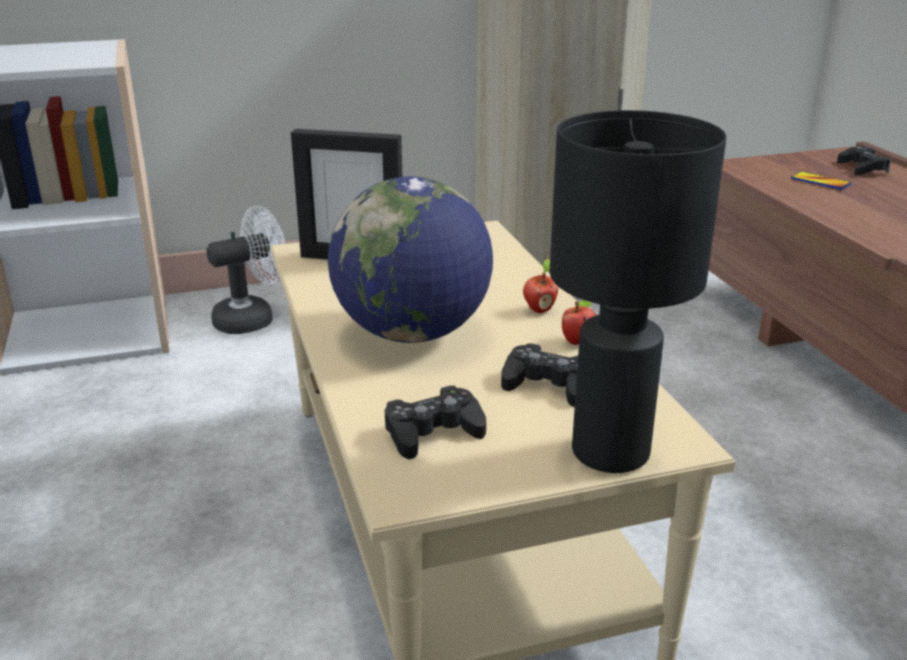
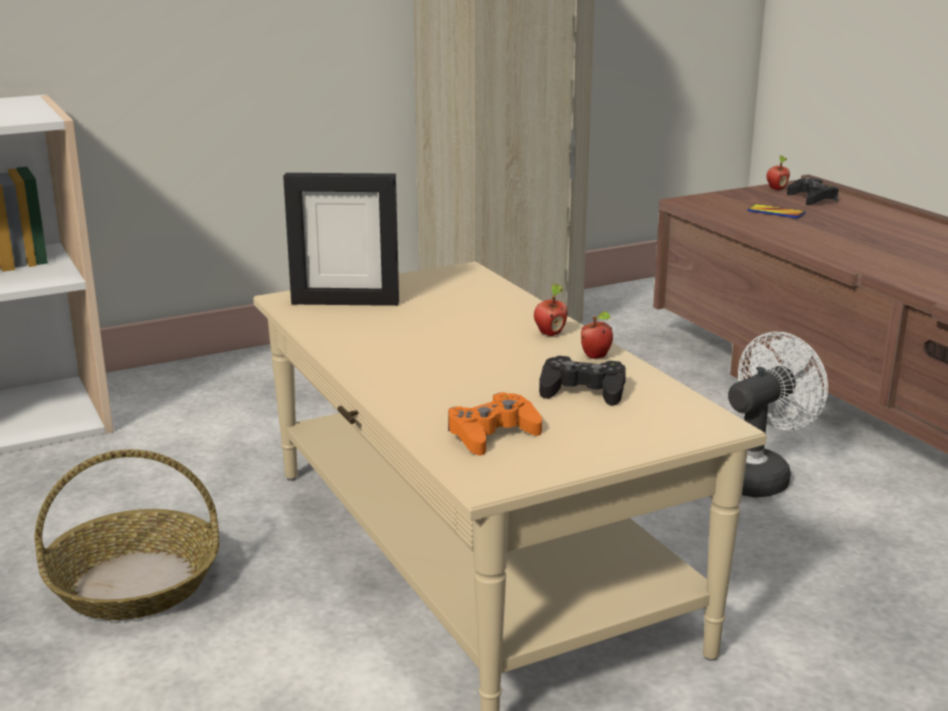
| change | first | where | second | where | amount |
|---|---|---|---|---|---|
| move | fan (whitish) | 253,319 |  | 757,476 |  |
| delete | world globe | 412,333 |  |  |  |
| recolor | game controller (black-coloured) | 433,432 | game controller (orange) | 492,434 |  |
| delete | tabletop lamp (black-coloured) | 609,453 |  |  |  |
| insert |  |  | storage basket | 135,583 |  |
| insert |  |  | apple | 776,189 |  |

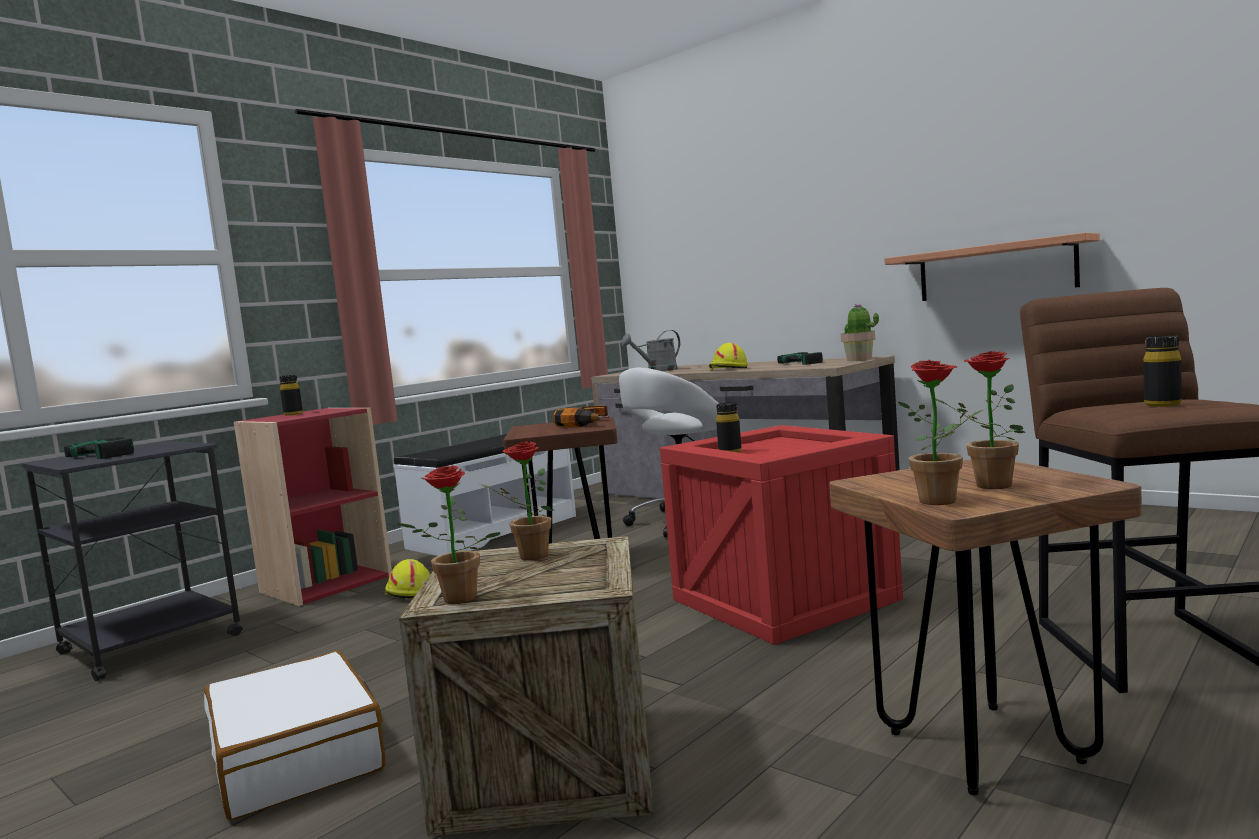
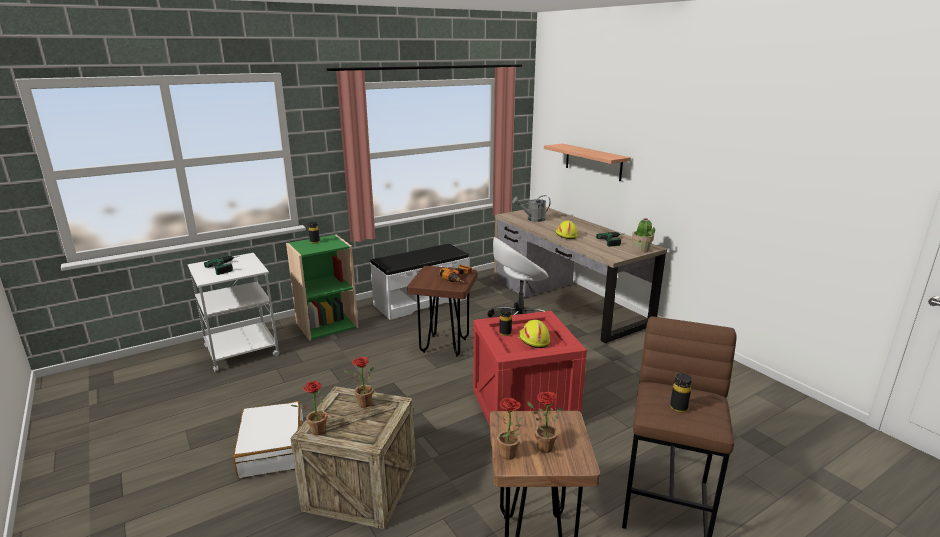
| change | first | where | second | where | amount |
|---|---|---|---|---|---|
| recolor | cart (black-coloured) | 153,642 | cart (whitish) | 242,350 |  |
| recolor | bookcase (red) | 327,583 | bookcase (greenish) | 327,325 |  |
| move | safety helmet (yellowish) | 408,593 |  | 533,340 |  |
| move | shelf | 995,270 |  | 593,162 |  |

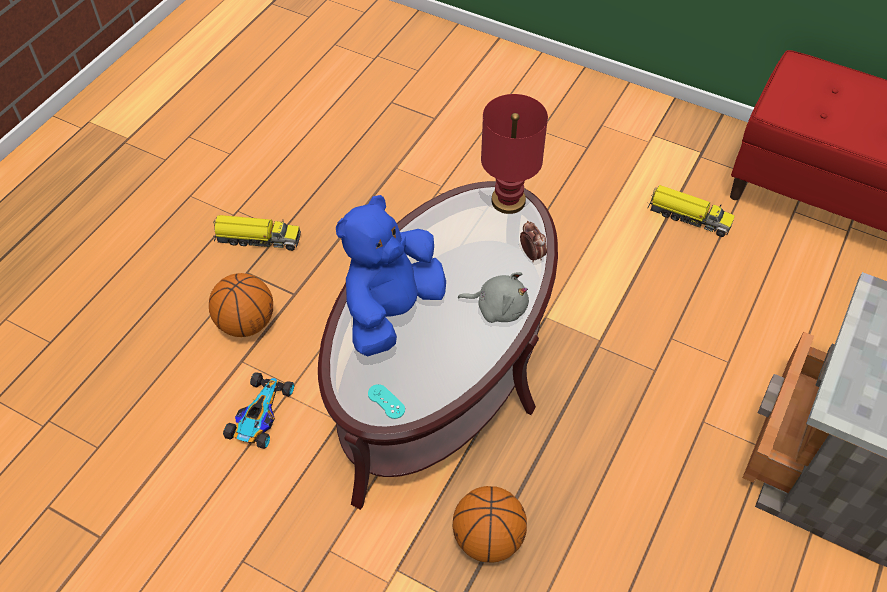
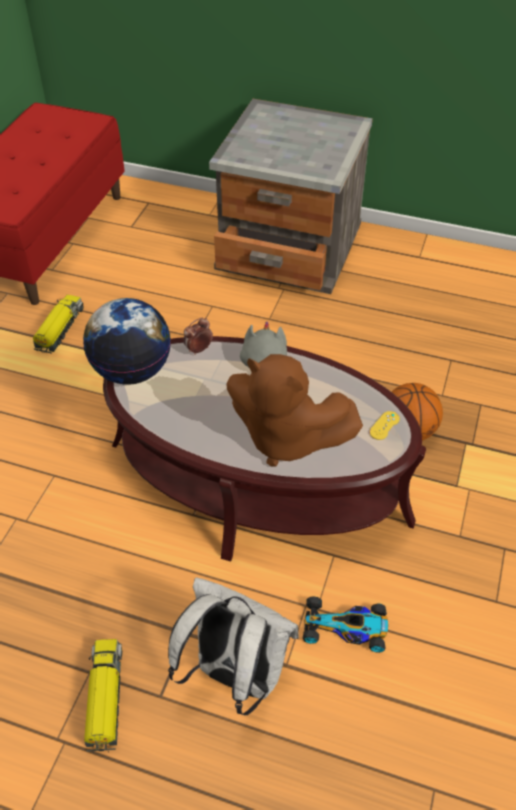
| change | first | where | second | where | amount |
|---|---|---|---|---|---|
| replace | basketball ball | 246,323 | rucksack (whitish) | 235,674 |  |
| recolor | cuddly toy (bluish) | 391,311 | cuddly toy (brown) | 286,438 |  |
| recolor | game controller (blue-green) | 386,401 | game controller (yellowish) | 384,425 |  |
| replace | tabletop lamp (red) | 509,200 | world globe | 132,371 |  |

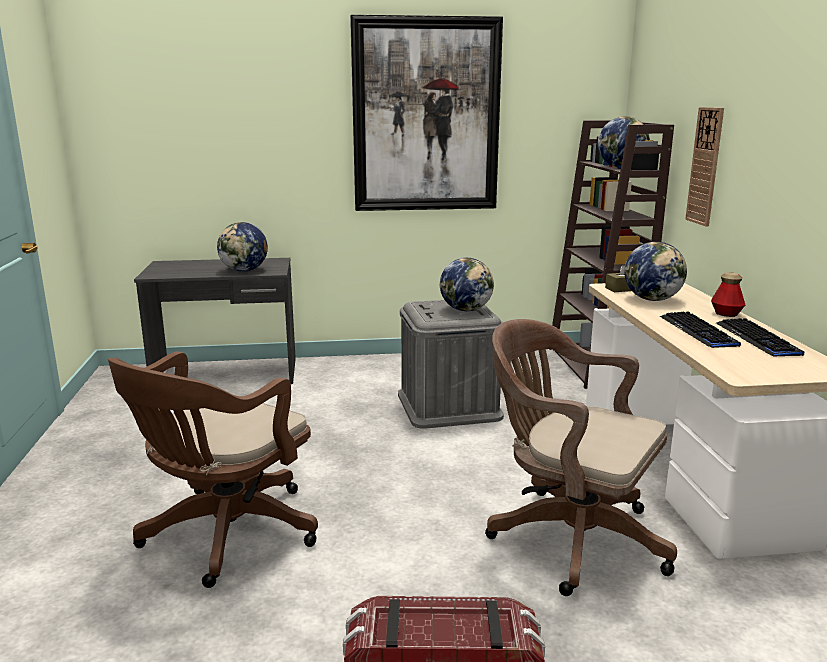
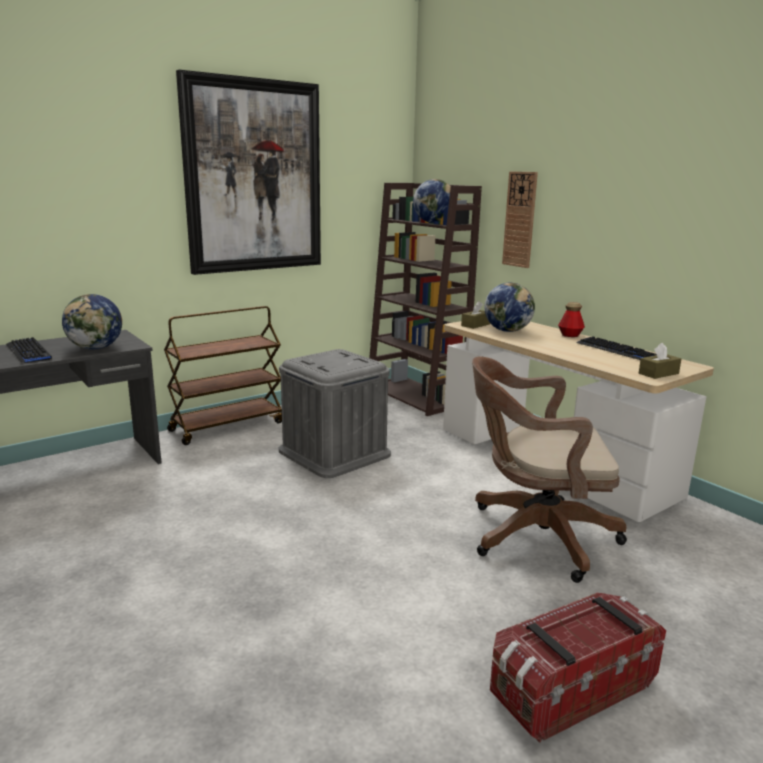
| change | first | where | second | where | amount |
|---|---|---|---|---|---|
| delete | office chair (brown) | 224,535 |  |  |  |
| delete | world globe | 466,310 |  |  |  |
| move | PC keyboard | 698,331 |  | 29,352 |  |
| insert |  |  | cart (brown) | 227,426 |  |
| insert |  |  | box of tissues (brown) | 658,373 |  |

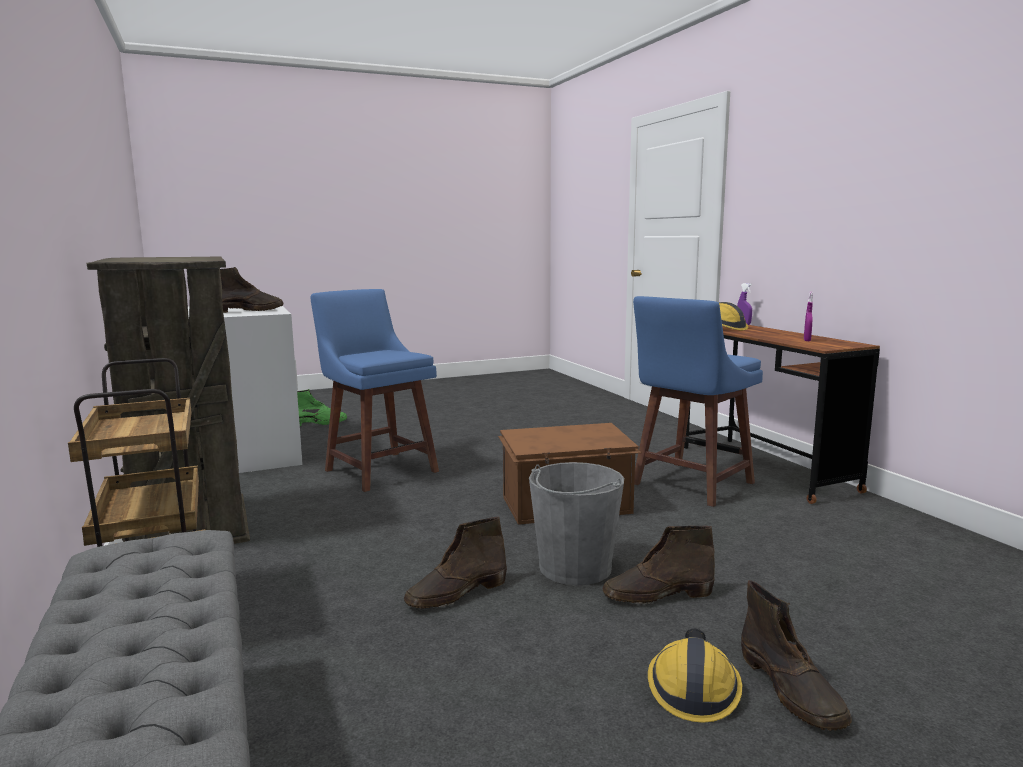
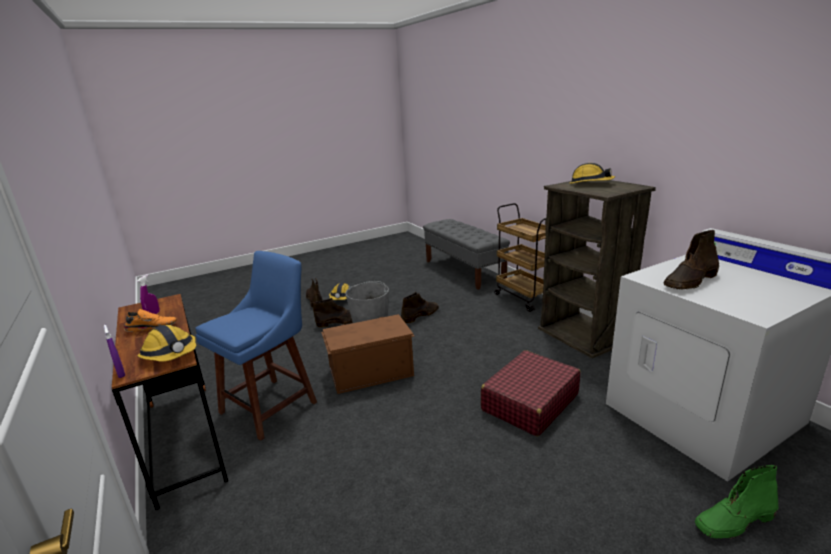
| change | first | where | second | where | amount |
|---|---|---|---|---|---|
| replace | sitting stool (bluish) | 379,469 | travel case (red) | 529,402 |  |
| insert |  |  | low shoe (orange) | 152,327 |  |
| insert |  |  | safety helmet | 590,183 |  |

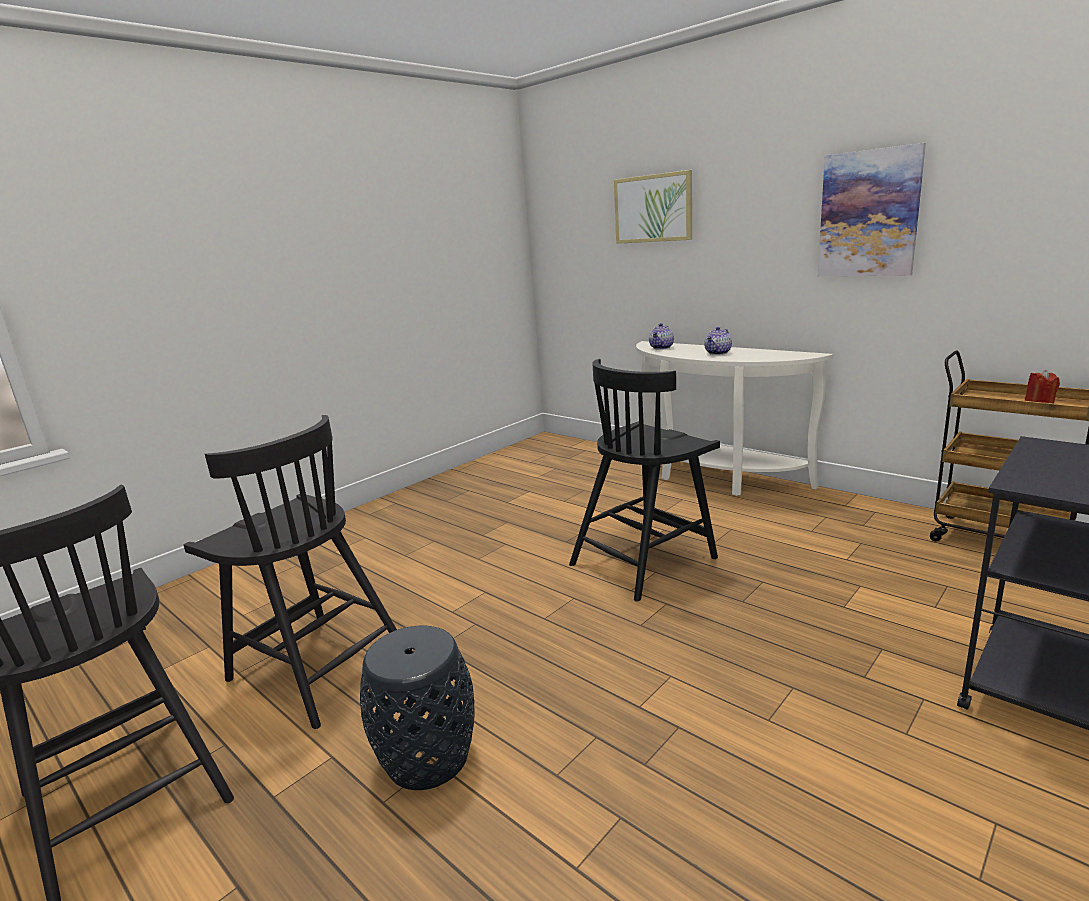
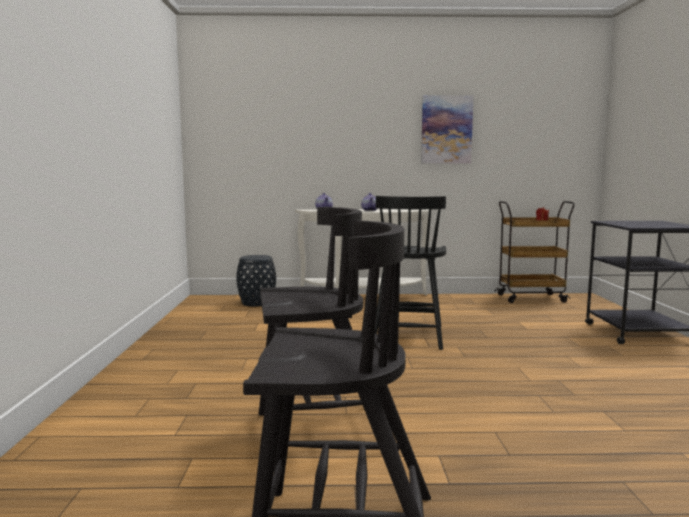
| change | first | where | second | where | amount |
|---|---|---|---|---|---|
| move | sitting stool (black-coloured) | 428,758 |  | 257,303 |  |
| delete | picture | 653,208 |  |  |  |

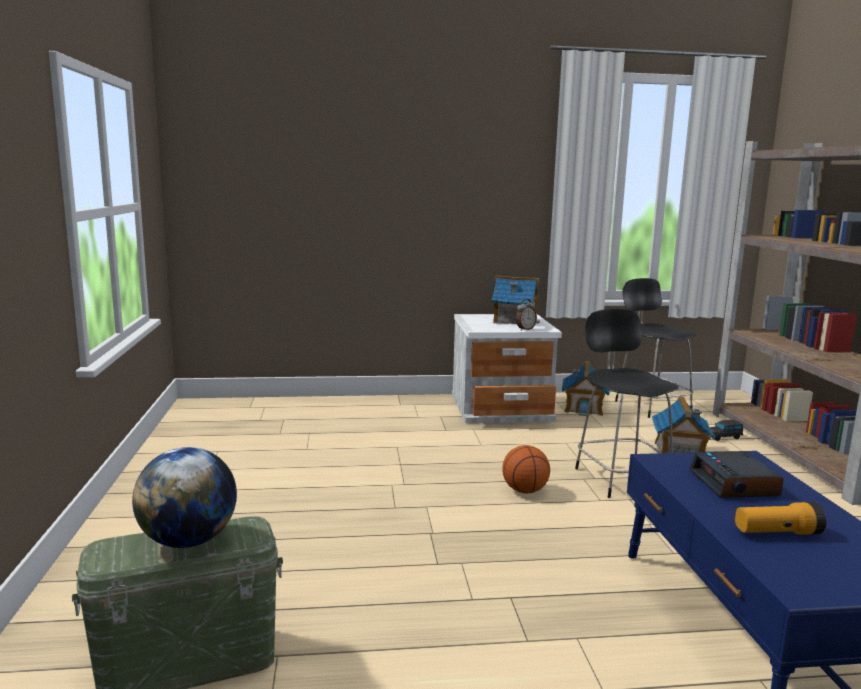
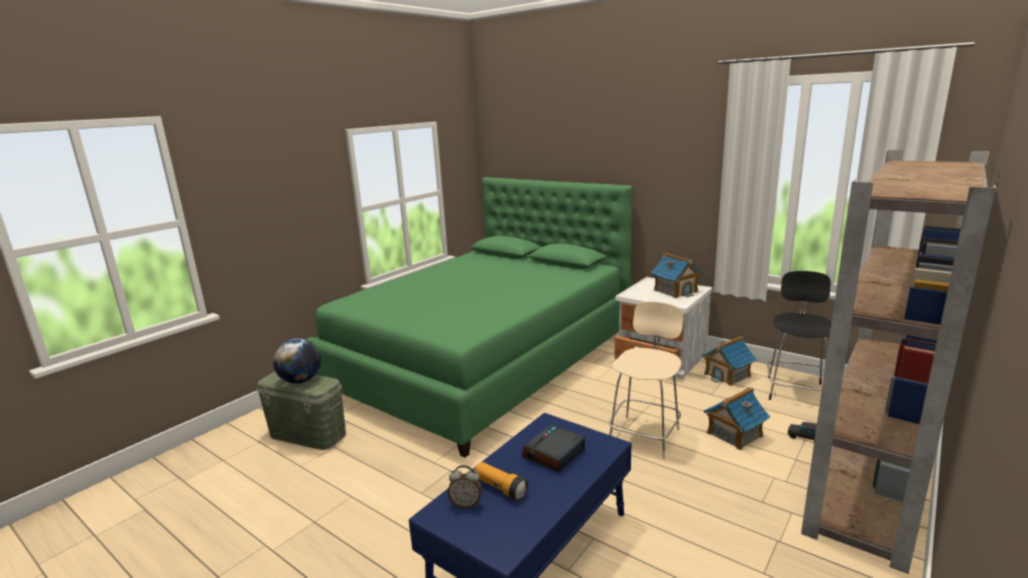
| change | first | where | second | where | amount |
|---|---|---|---|---|---|
| delete | basketball ball | 525,491 |  |  |  |
| move | table clock | 525,329 |  | 466,504 |  |
| recolor | plain chair (black-coloured) | 621,478 | plain chair (sand-coloured) | 645,435 |  |
| insert |  |  | sleeping bed (greenish) | 485,360 |  |

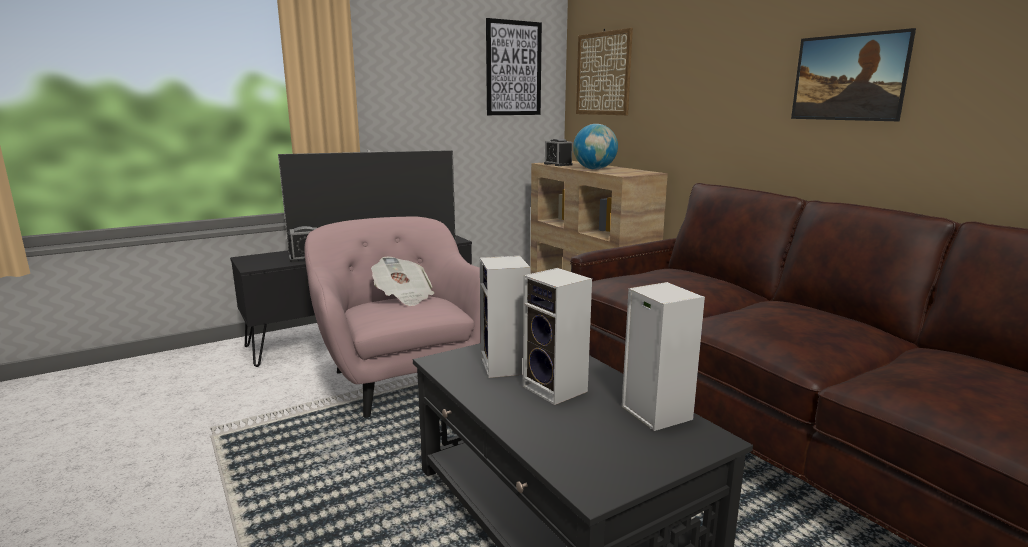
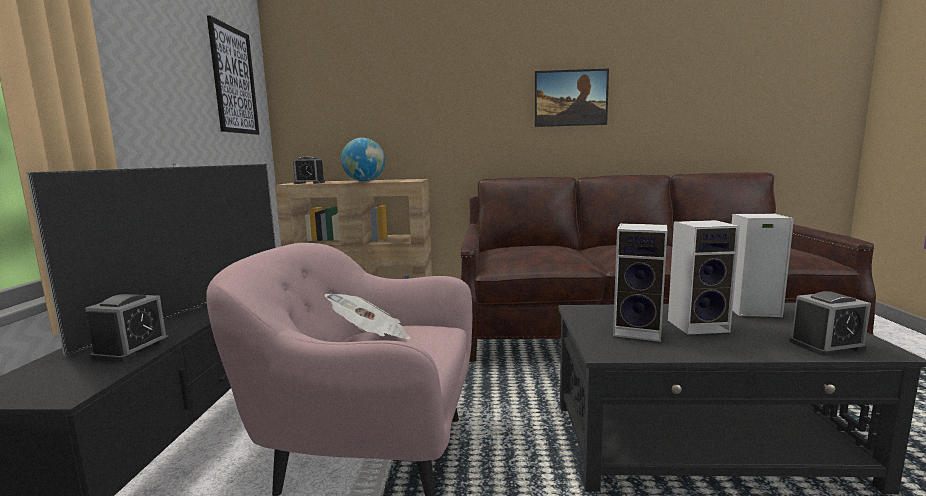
| change | first | where | second | where | amount |
|---|---|---|---|---|---|
| delete | picture | 603,72 |  |  |  |
| insert |  |  | table clock | 826,345 |  |

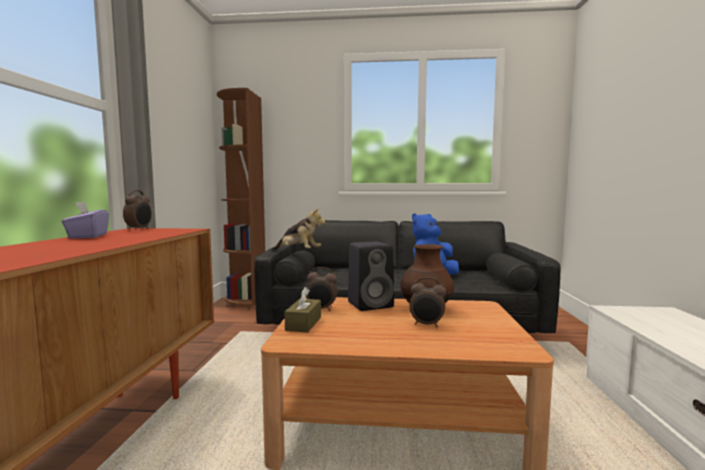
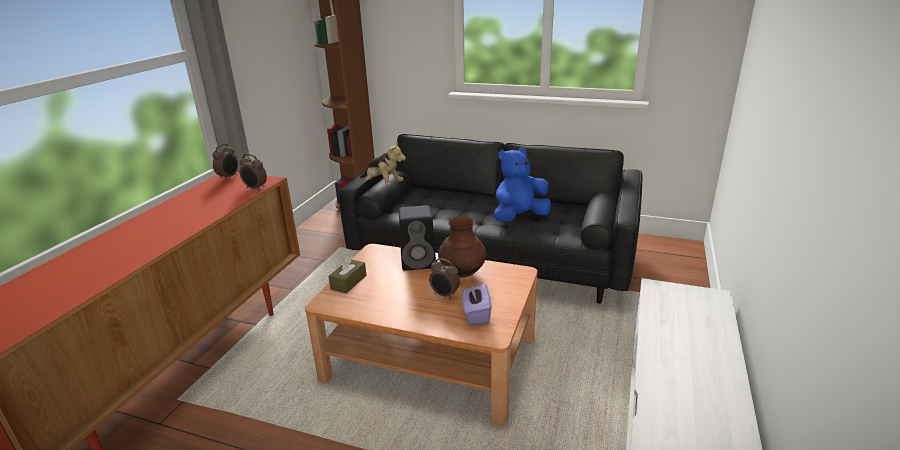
| change | first | where | second | where | amount |
|---|---|---|---|---|---|
| move | box of tissues (purplish) | 87,236 |  | 476,314 |  |
| move | table clock | 321,309 |  | 255,188 |  |

